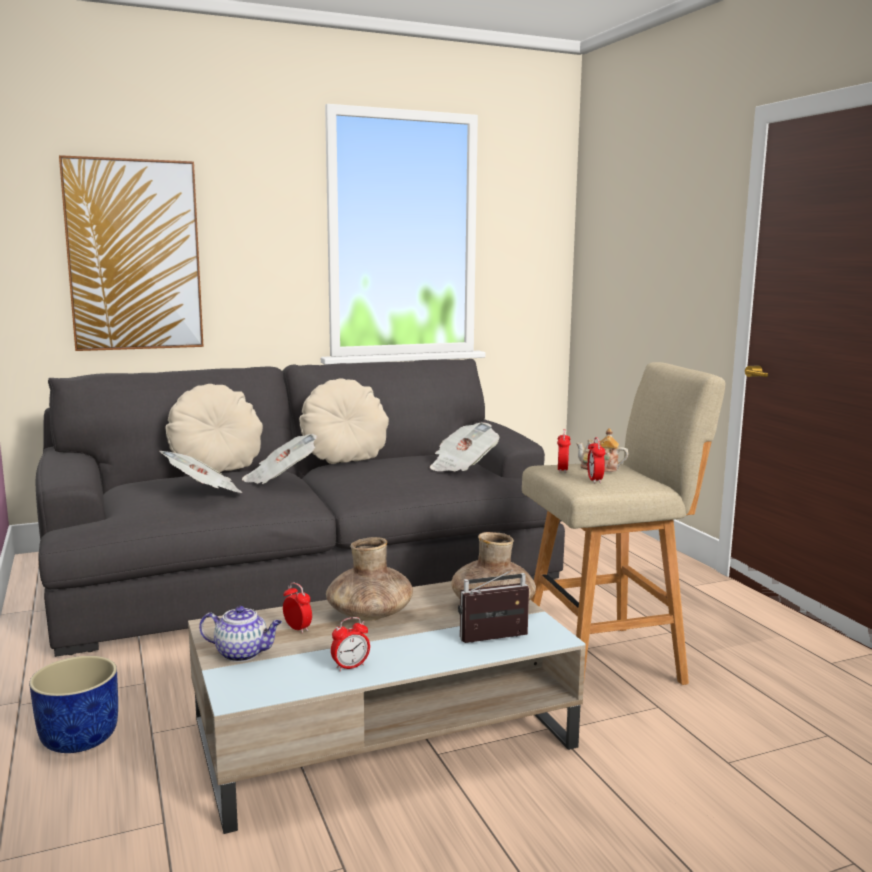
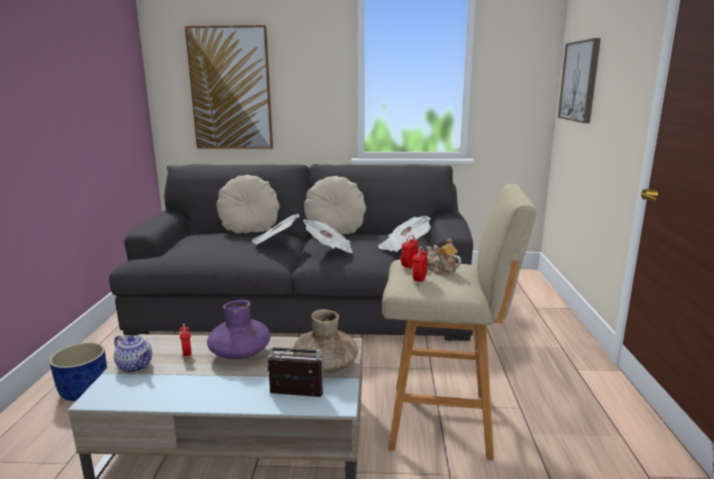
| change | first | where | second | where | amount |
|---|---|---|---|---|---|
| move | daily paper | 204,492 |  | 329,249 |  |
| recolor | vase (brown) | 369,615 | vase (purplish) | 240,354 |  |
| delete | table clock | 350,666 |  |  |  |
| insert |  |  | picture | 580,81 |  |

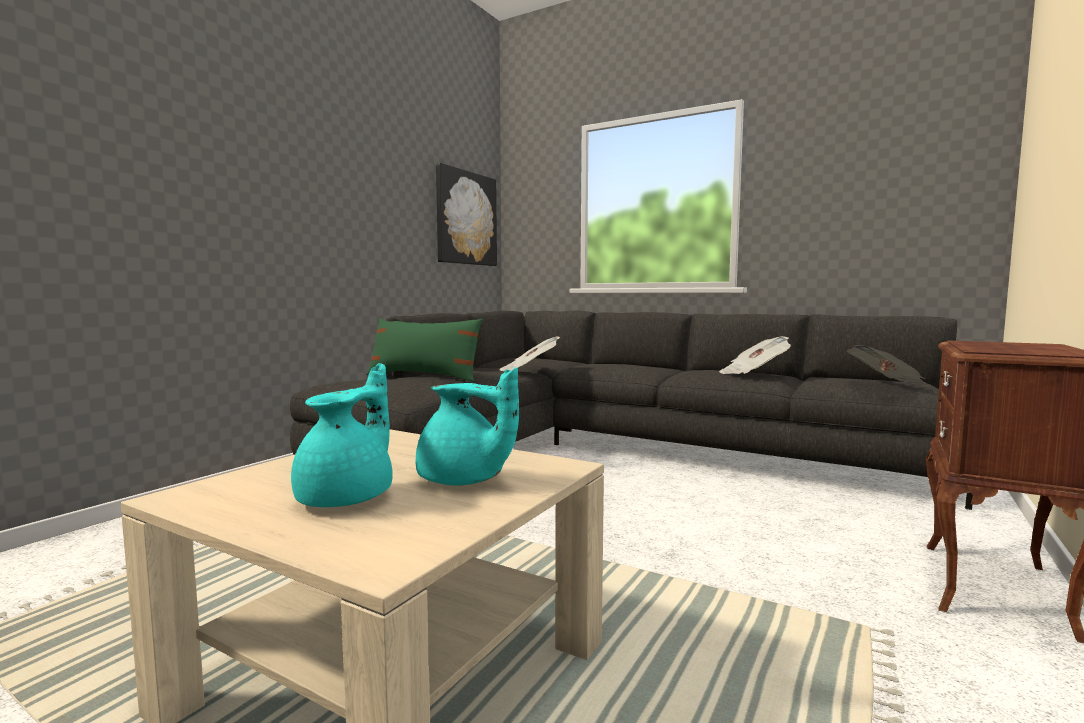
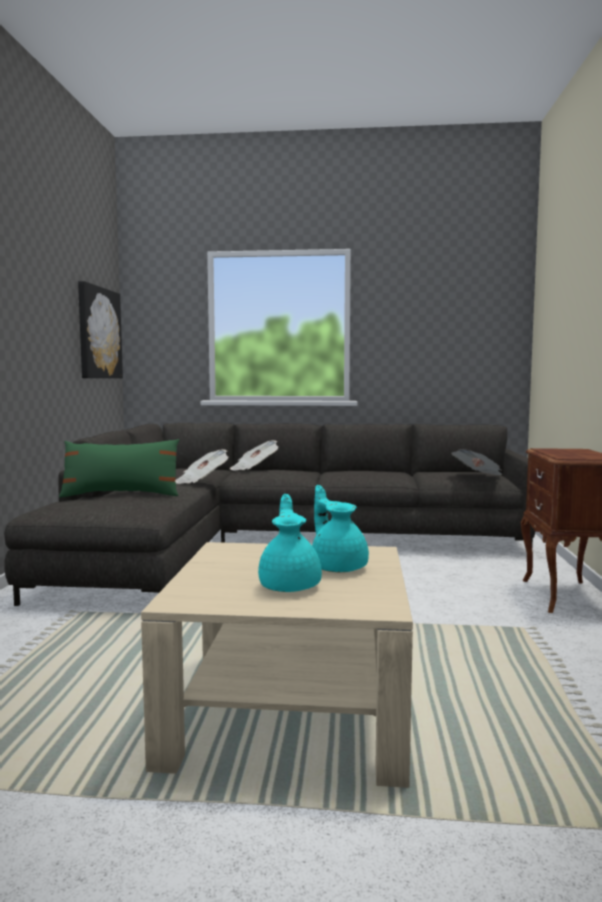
| change | first | where | second | where | amount |
|---|---|---|---|---|---|
| rotate | teapot (blue-green) | 464,481 |  | 338,567 | 120 degrees counterclockwise |
| move | daily paper | 753,373 |  | 254,468 |  |

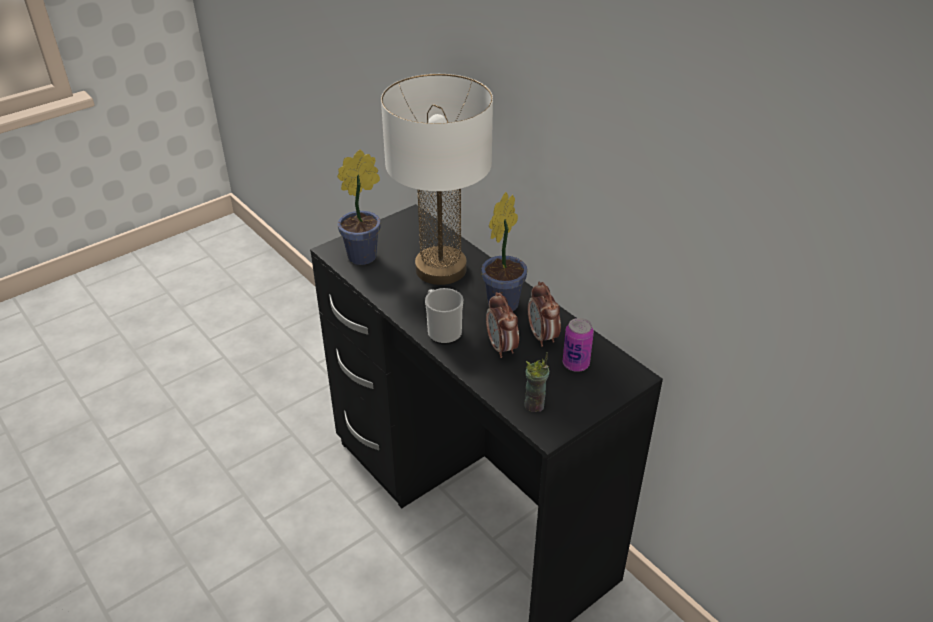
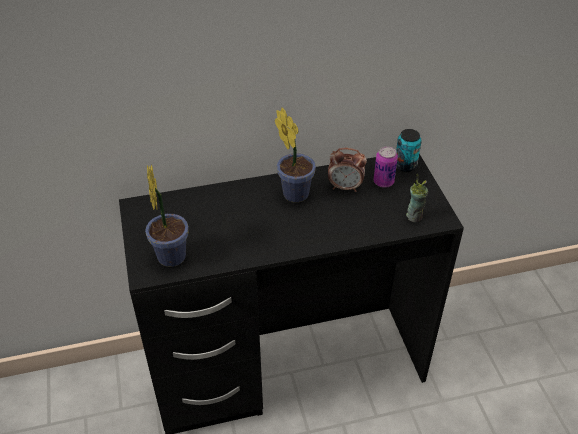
| change | first | where | second | where | amount |
|---|---|---|---|---|---|
| delete | tabletop lamp | 440,269 |  |  |  |
| delete | tea mug | 442,331 |  |  |  |
| delete | table clock | 502,347 |  |  |  |
| insert |  |  | metal can | 405,165 |  |

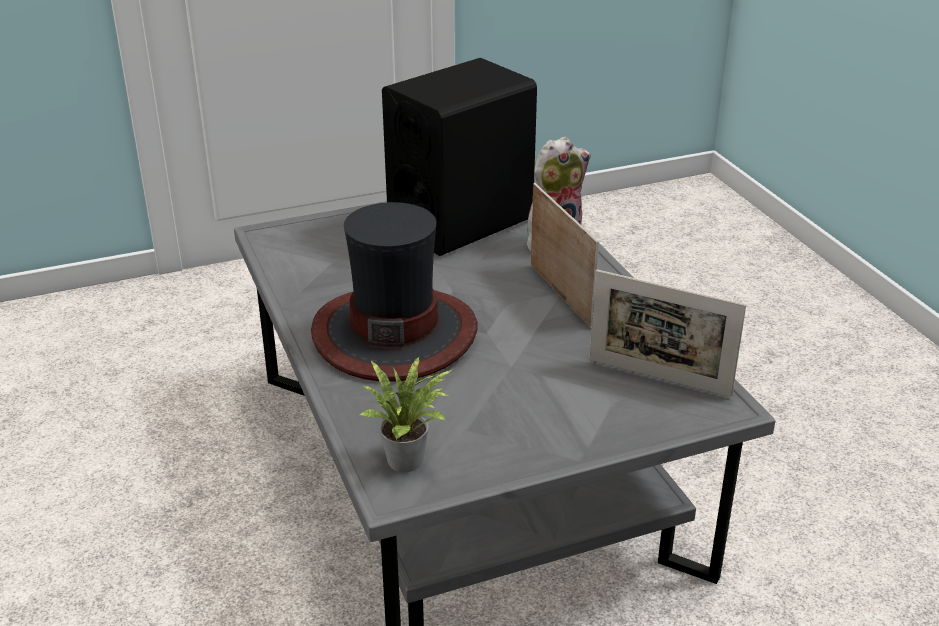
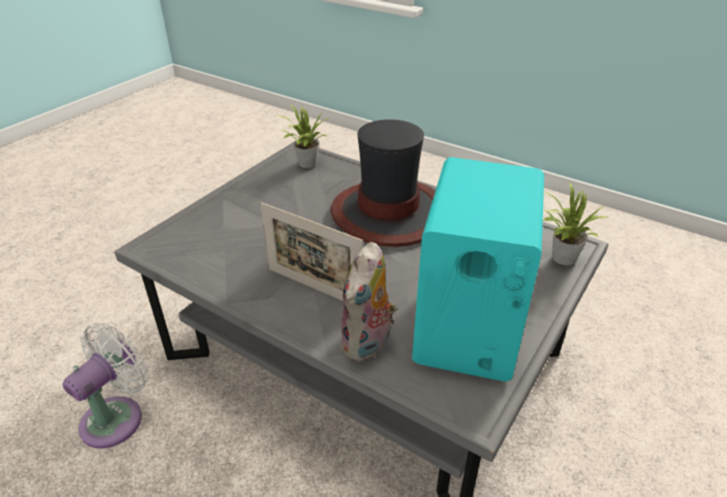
| change | first | where | second | where | amount |
|---|---|---|---|---|---|
| recolor | speaker (black-coloured) | 461,222 | speaker (blue-green) | 468,328 |  |
| delete | standing frame | 659,377 |  |  |  |
| insert |  |  | fan (whitish) | 117,417 |  |
| insert |  |  | plant in a pot | 560,258 |  |

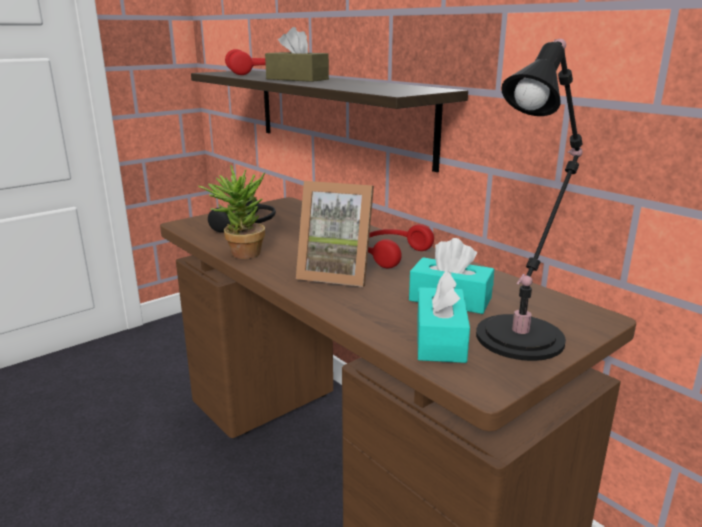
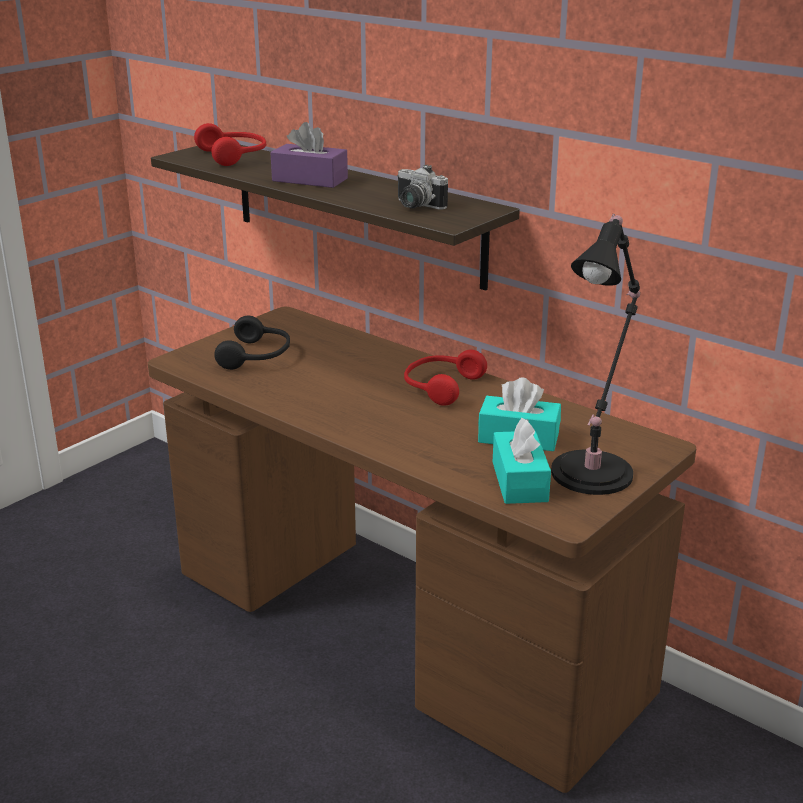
| change | first | where | second | where | amount |
|---|---|---|---|---|---|
| delete | plant in a pot | 239,254 |  |  |  |
| recolor | box of tissues (brown) | 297,79 | box of tissues (purplish) | 310,180 |  |
| delete | standing frame | 337,273 |  |  |  |
| insert |  |  | photo camera | 415,206 |  |

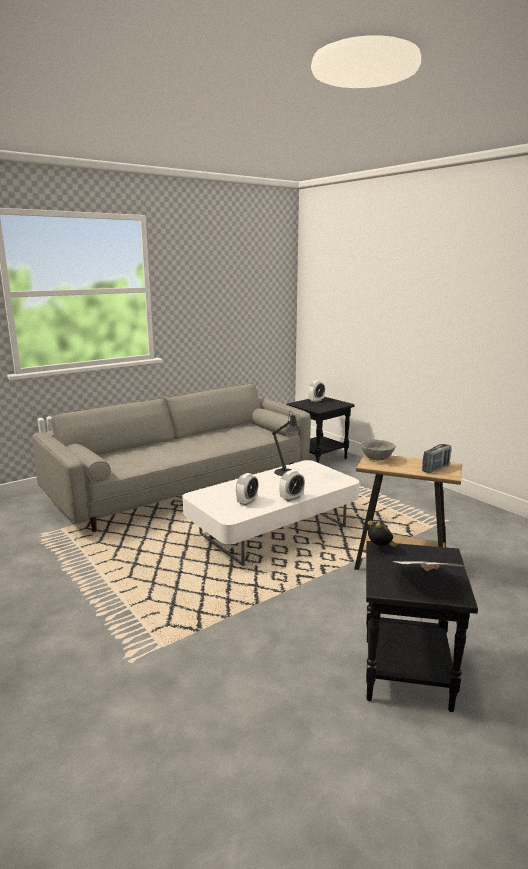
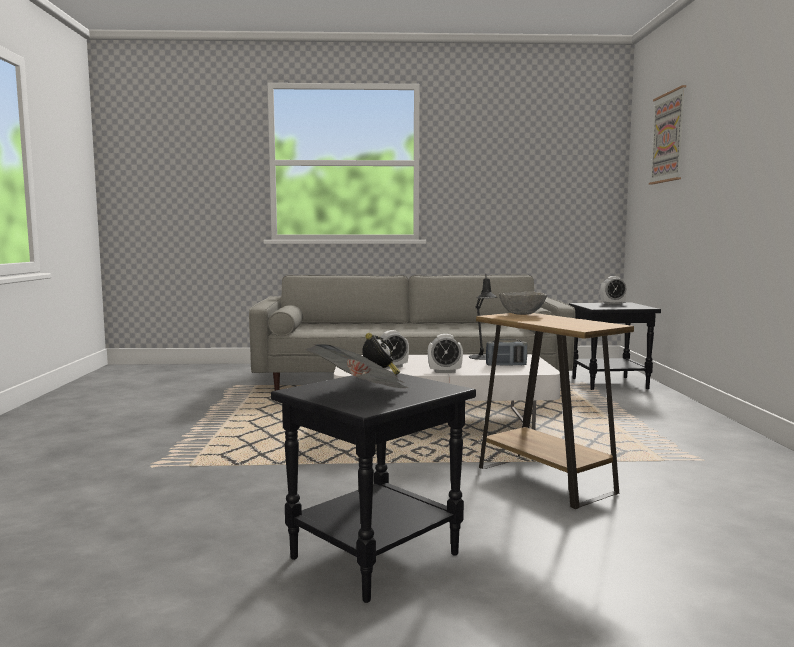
| change | first | where | second | where | amount |
|---|---|---|---|---|---|
| move | radio | 435,468 |  | 506,365 |  |
| insert |  |  | picture | 668,137 |  |

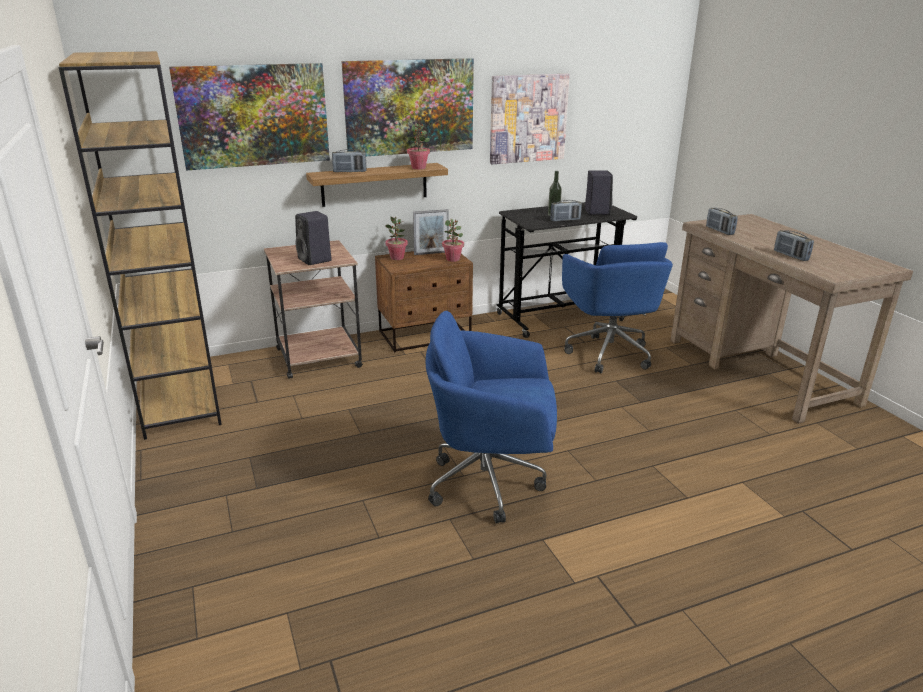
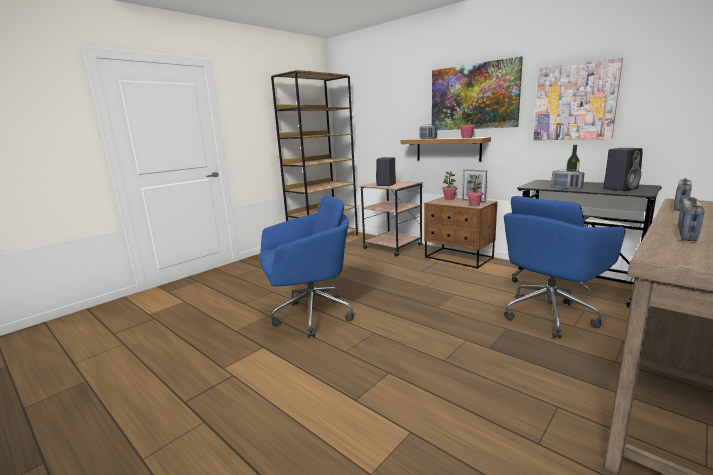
| change | first | where | second | where | amount |
|---|---|---|---|---|---|
| delete | picture | 253,115 |  |  |  |
| rotate | office chair (bluish) | 490,485 |  | 309,318 | 90 degrees clockwise |

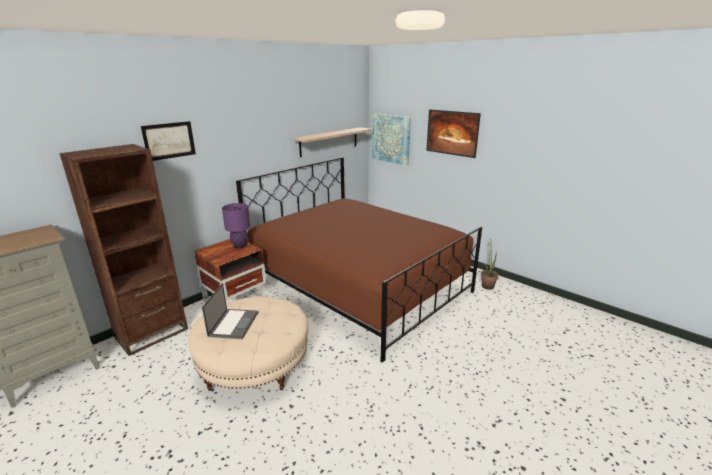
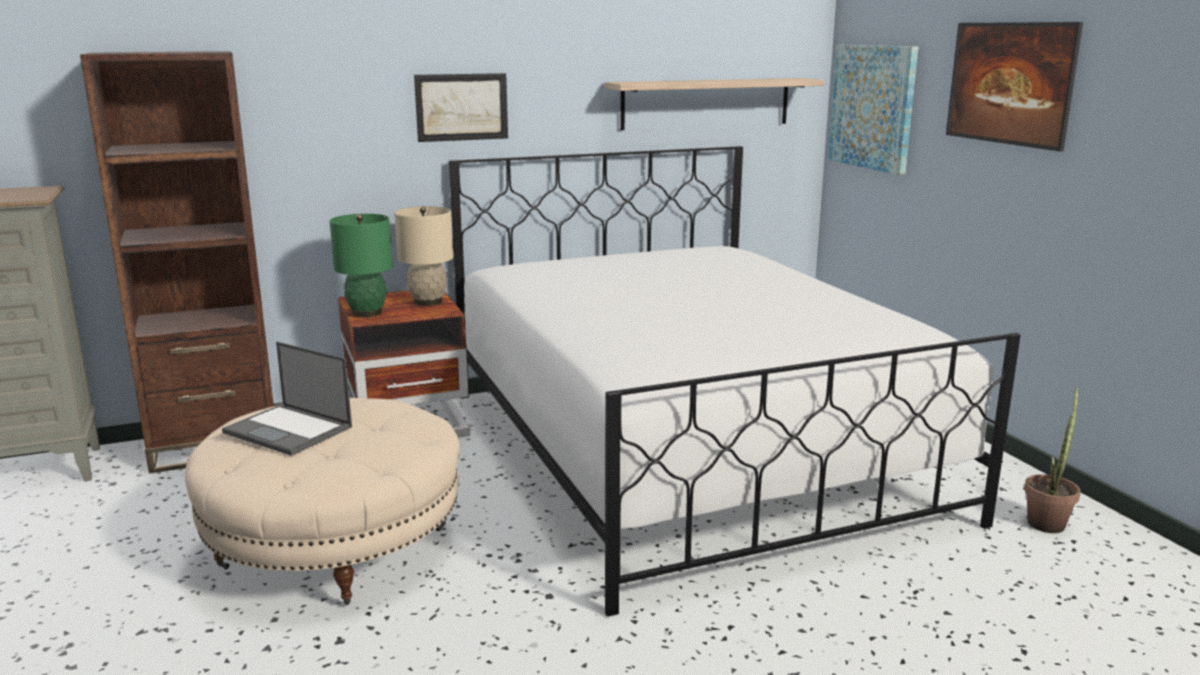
| change | first | where | second | where | amount |
|---|---|---|---|---|---|
| move | picture | 169,140 |  | 461,107 |  |
| rotate | portable computer | 233,323 |  | 289,430 | 90 degrees clockwise |
| recolor | tabletop lamp (purplish) | 240,245 | tabletop lamp (sand-coloured) | 428,302 |  |
| recolor | sleeping bed (brown) | 357,286 | sleeping bed (whitish) | 686,451 |  |
| insert |  |  | tabletop lamp (greenish) | 367,313 |  |

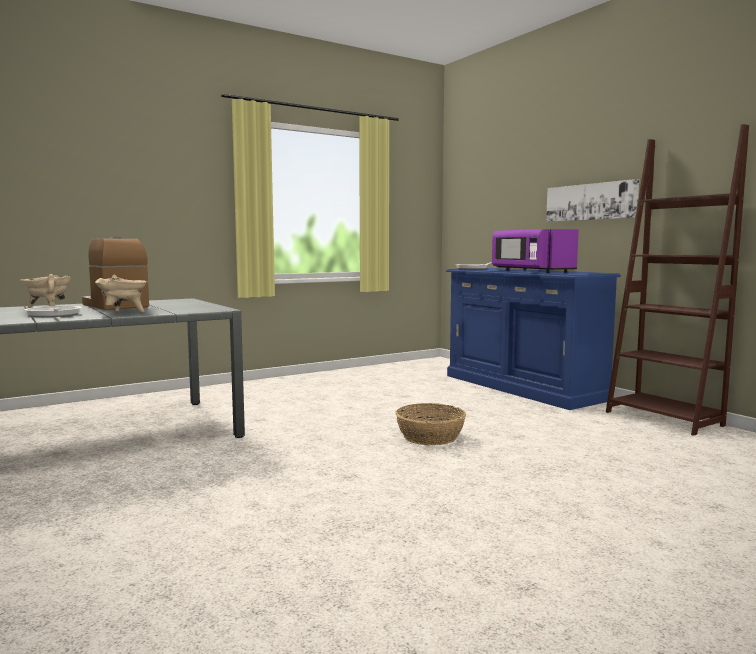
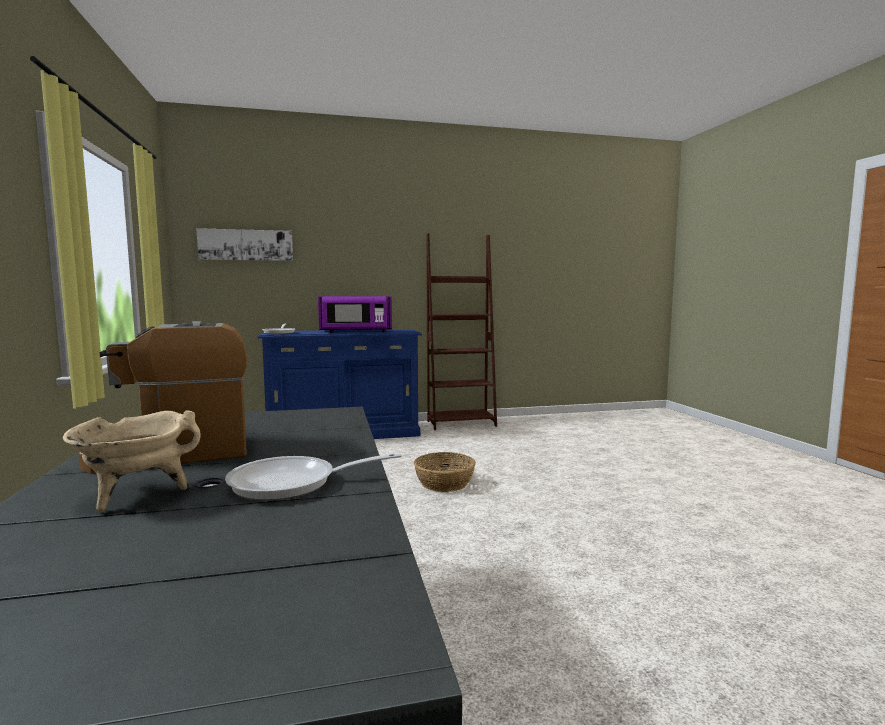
| change | first | where | second | where | amount |
|---|---|---|---|---|---|
| delete | cooking pot (sand-coloured) | 123,313 |  |  |  |
| move | picture | 591,202 |  | 246,245 |  |

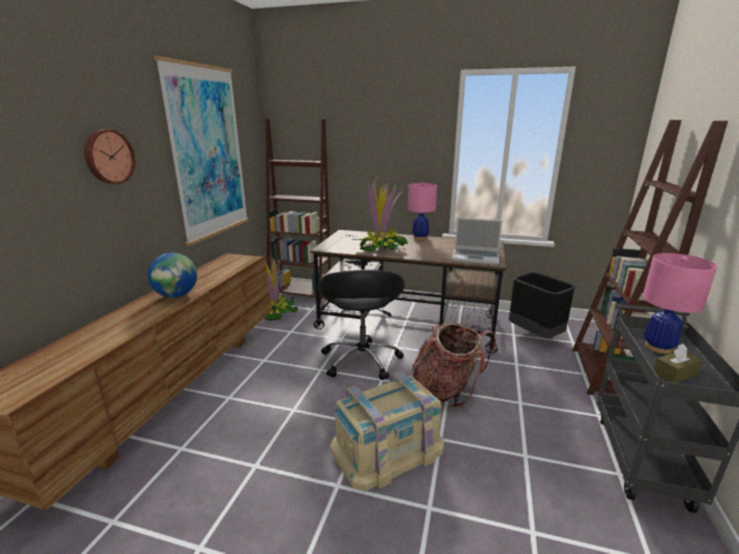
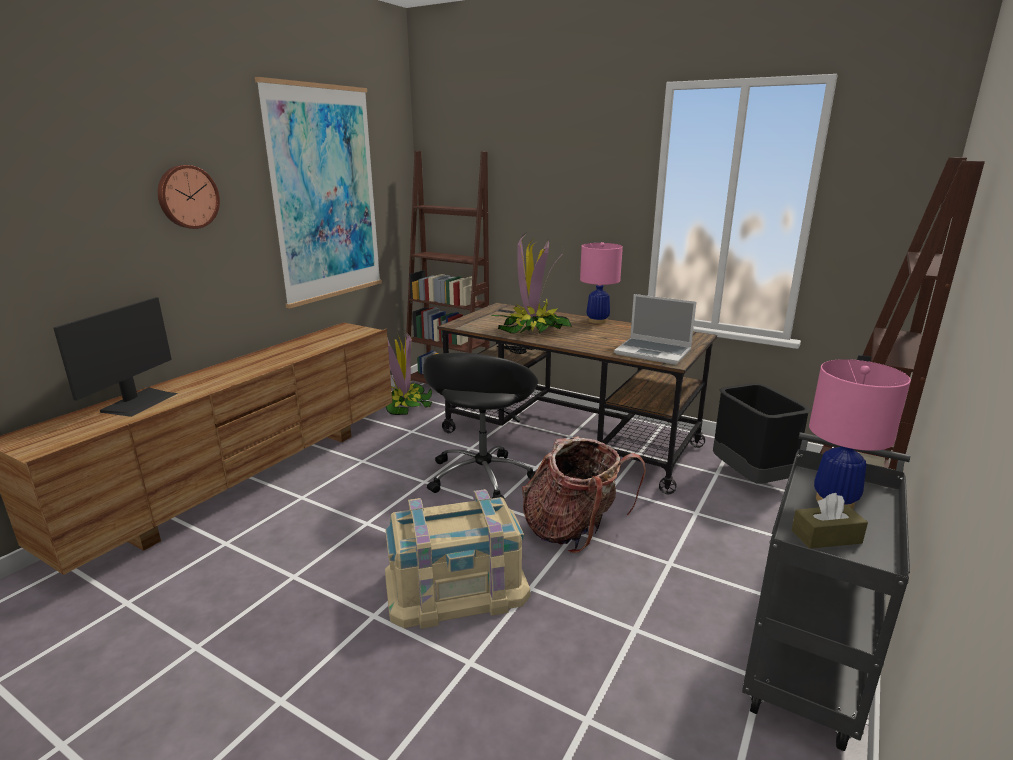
| change | first | where | second | where | amount |
|---|---|---|---|---|---|
| delete | world globe | 176,295 |  |  |  |
| insert |  |  | computer screen | 139,402 |  |

